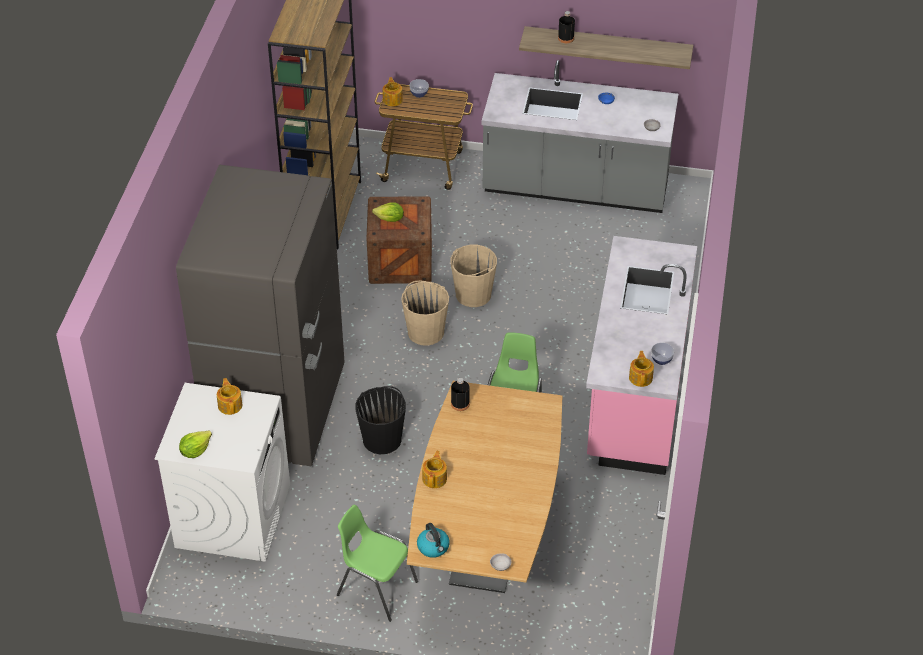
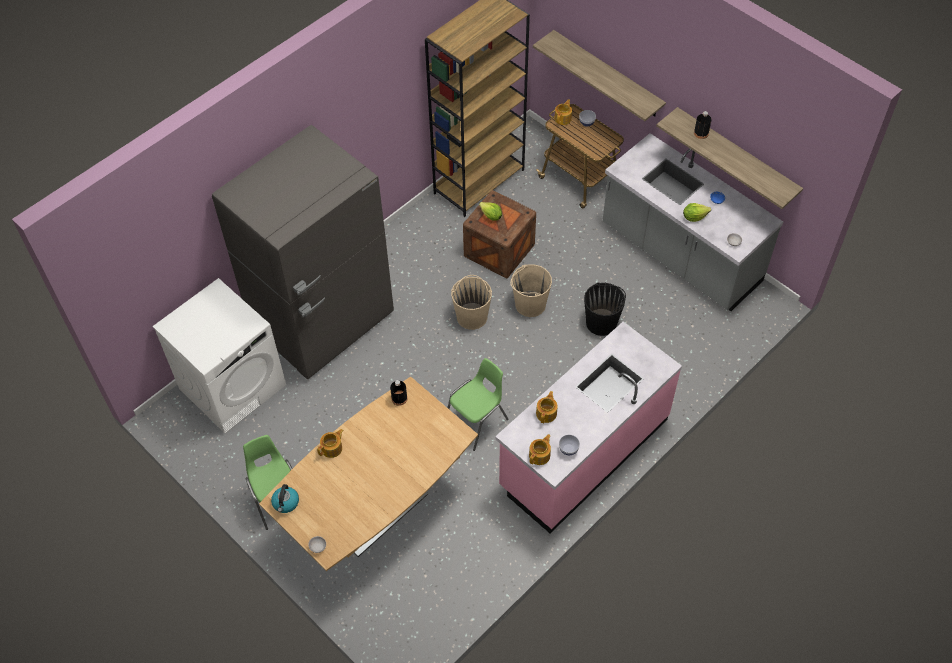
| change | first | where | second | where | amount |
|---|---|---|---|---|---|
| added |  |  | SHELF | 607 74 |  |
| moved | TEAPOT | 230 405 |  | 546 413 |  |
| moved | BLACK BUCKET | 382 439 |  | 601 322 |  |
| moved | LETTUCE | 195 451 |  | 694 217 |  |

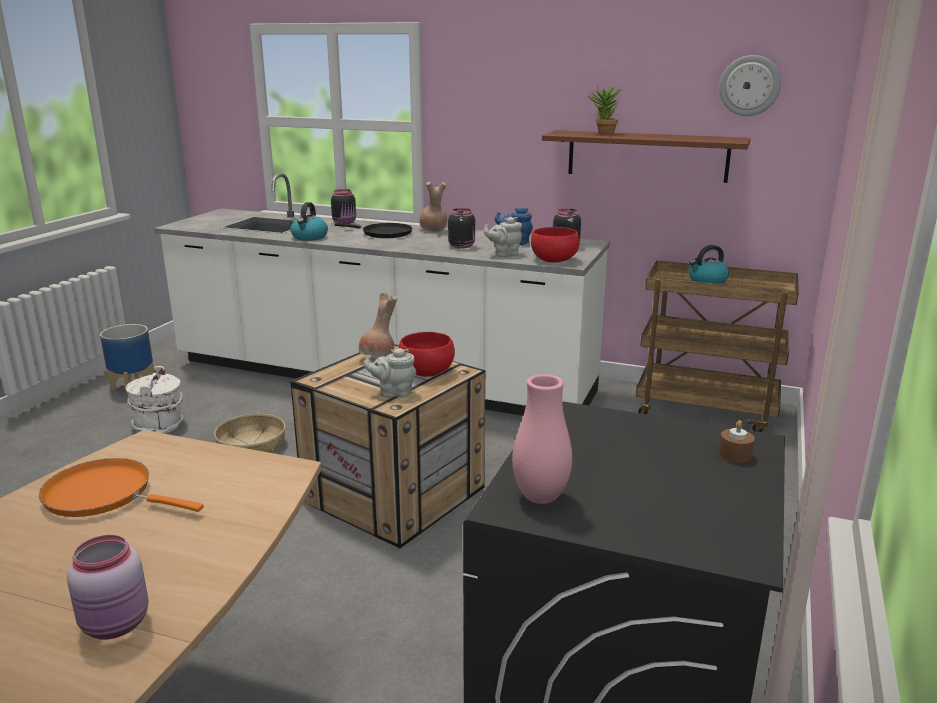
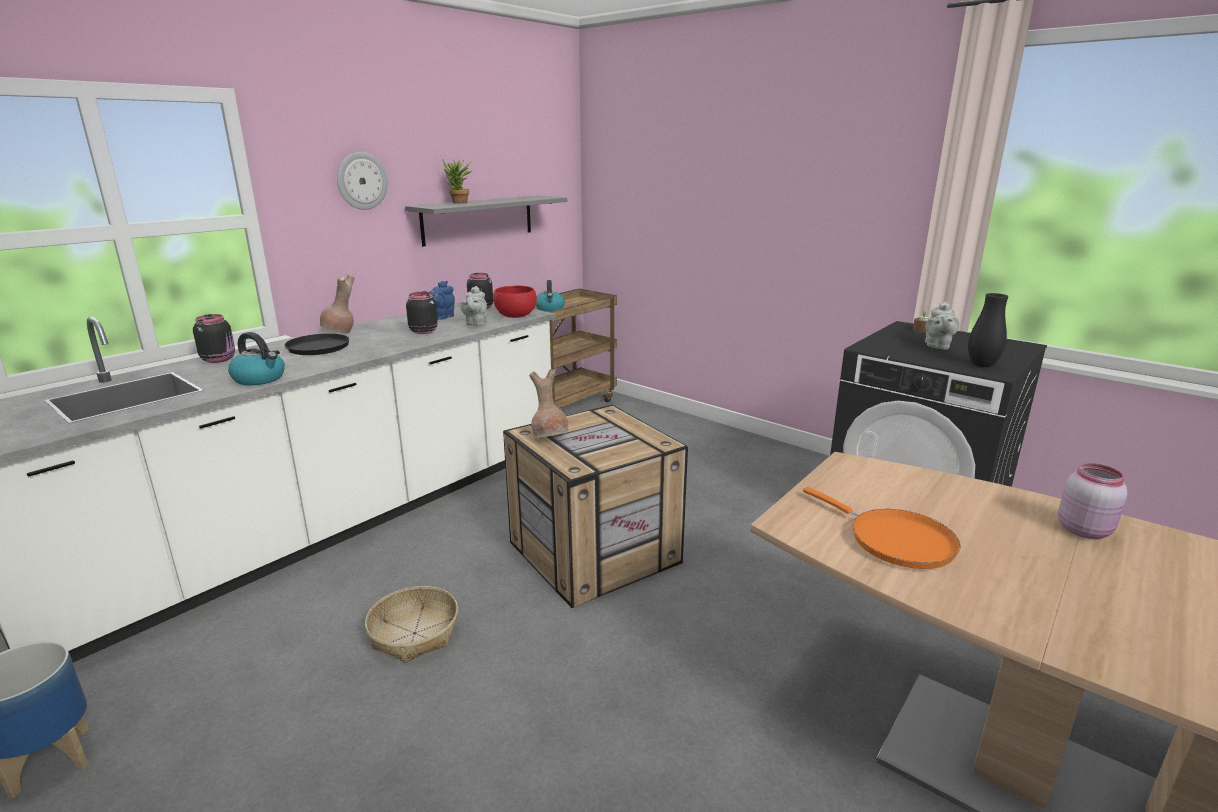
| change | first | where | second | where | amount |
|---|---|---|---|---|---|
| moved | WALL CLOCK | 749 85 |  | 361 181 |  |
| recoloured | BROWN SHELF | 647 156 | GREY SHELF | 478 219 |  |
| turned | ORANGE FRYING PAN | 105 495 |  | 894 540 | 75 degrees counterclockwise |
| moved | GREY TEAPOT | 393 393 |  | 937 346 |  |
| recoloured | PINK VASE | 540 497 | BLACK VASE | 982 365 |  |
| removed | WHITE BUCKET | 159 425 |  |  |  |
| removed | RED BOWL | 427 371 |  |  |  |

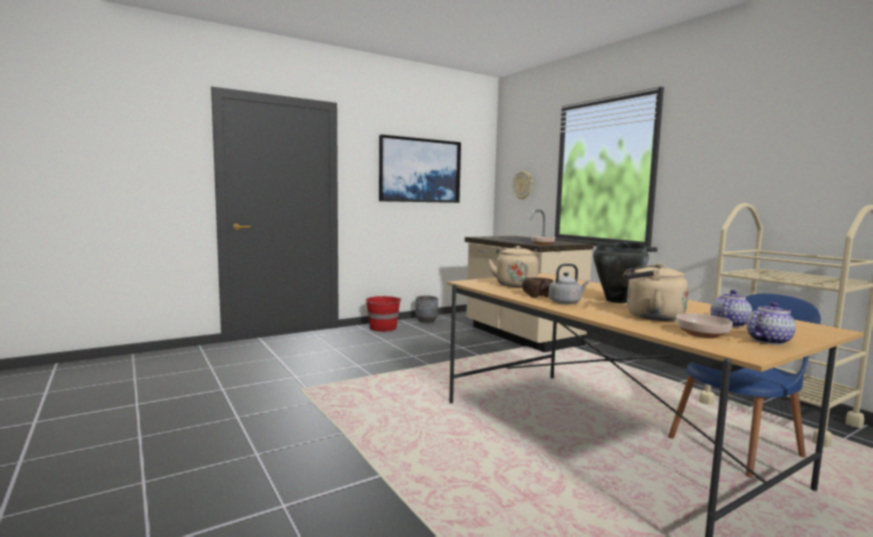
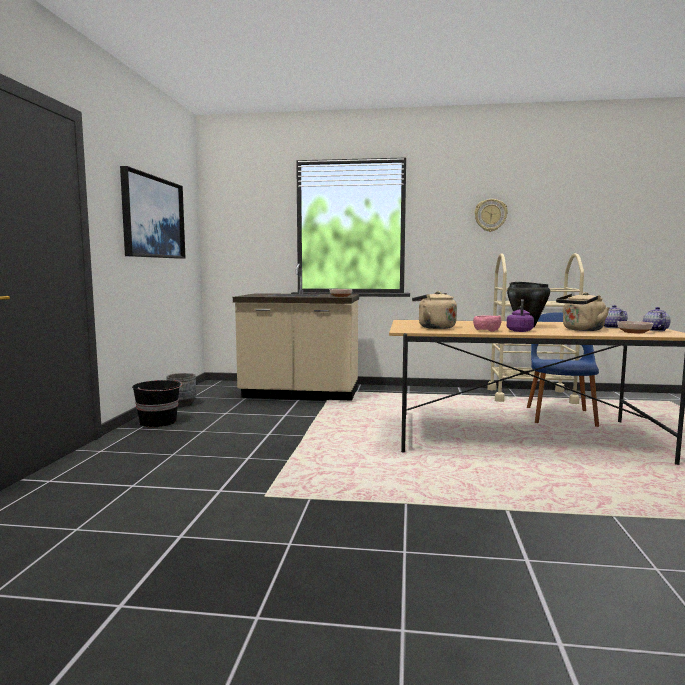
| change | first | where | second | where | amount |
|---|---|---|---|---|---|
| recoloured | RED BUCKET | 383 328 | BLACK BUCKET | 159 422 |  |
| recoloured | BROWN BOWL | 536 295 | PINK BOWL | 486 330 |  |
| moved | WALL CLOCK | 523 185 |  | 490 215 |  |
| recoloured | GREY KETTLE | 566 302 | PURPLE KETTLE | 519 331 |  |

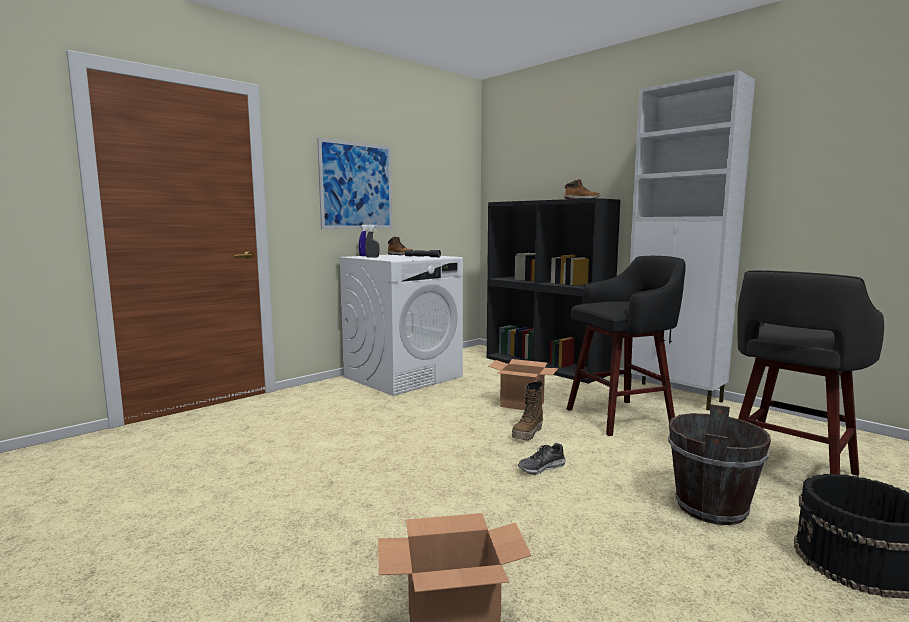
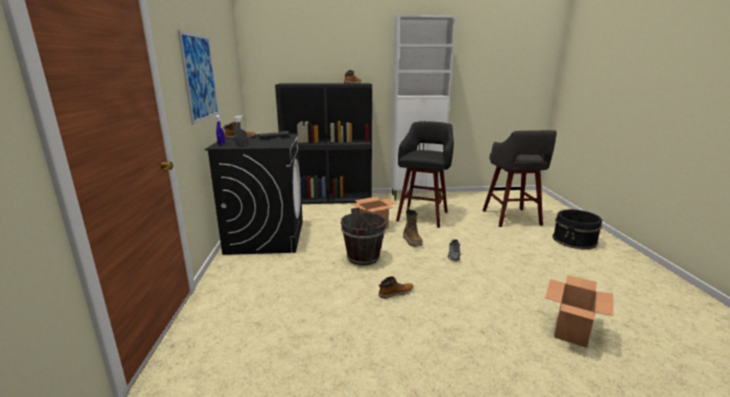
| change | first | where | second | where | amount |
|---|---|---|---|---|---|
| recoloured | WHITE WASHING MACHINE | 403 377 | BLACK WASHING MACHINE | 266 237 |  |
| moved | BROWN BUCKET | 711 508 |  | 363 257 |  |
| added |  |  | BOOT | 395 293 |  |

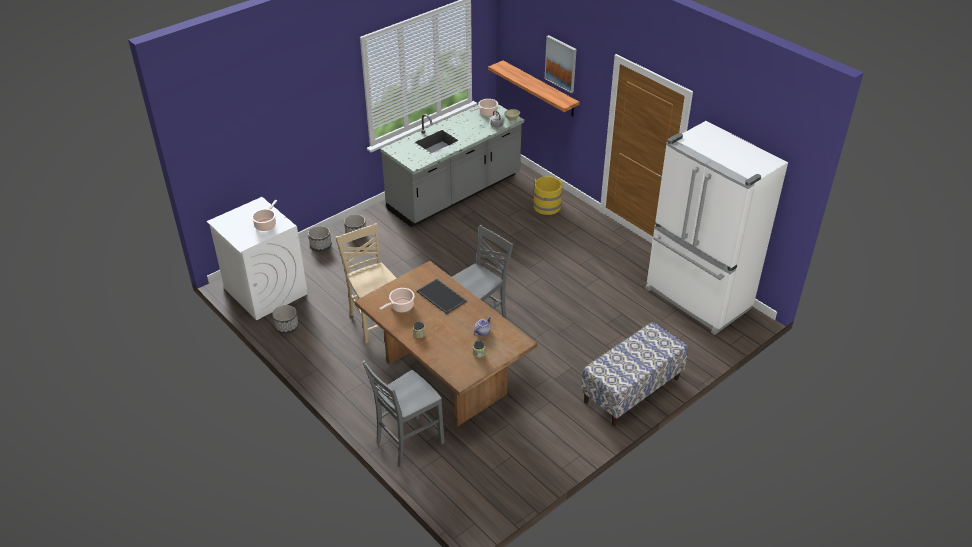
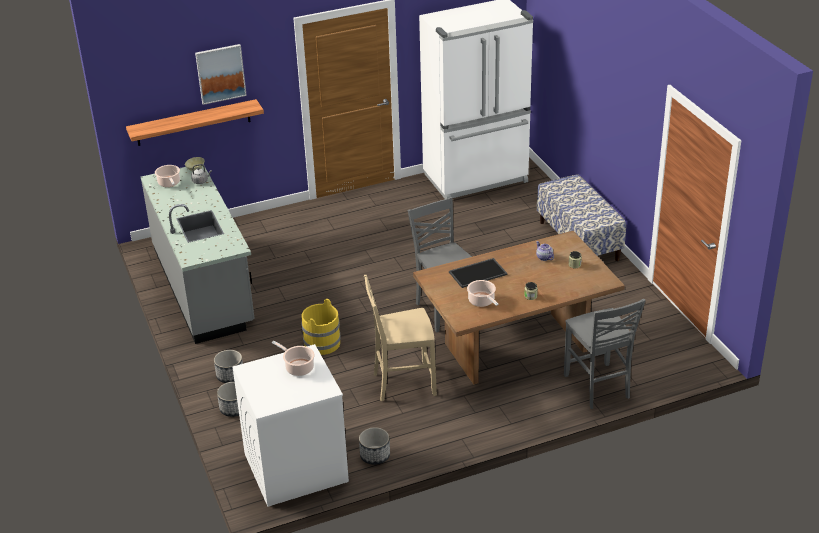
| change | first | where | second | where | amount |
|---|---|---|---|---|---|
| moved | YELLOW BUCKET | 547 206 |  | 322 343 |  |

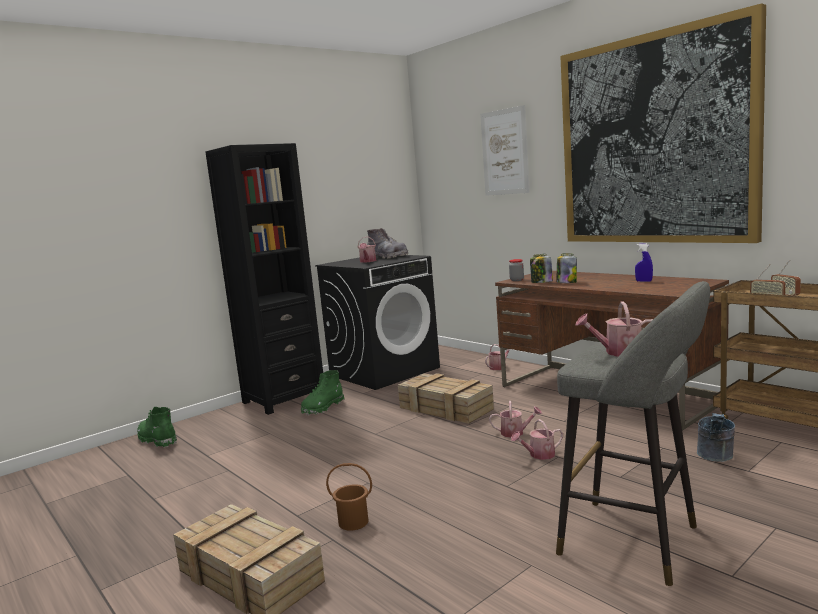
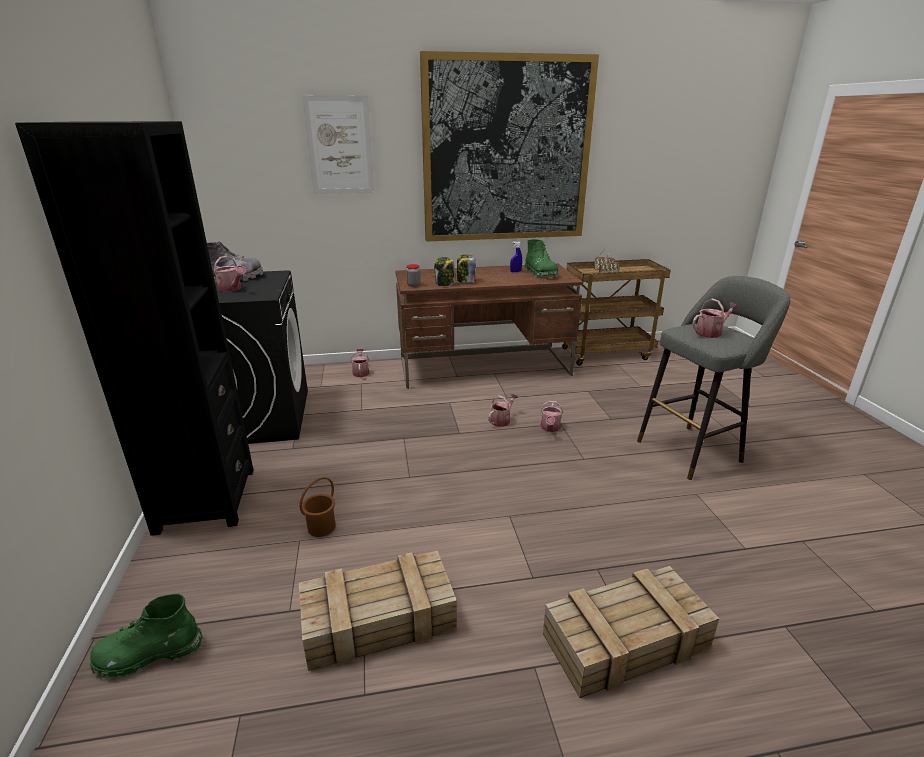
| change | first | where | second | where | amount |
|---|---|---|---|---|---|
| moved | CRATE | 444 408 |  | 376 621 |  |
| moved | BROWN BUCKET | 353 522 |  | 321 527 |  |
| moved | GREEN BOOT | 322 408 |  | 540 273 |  |
| turned | WATERING CAN | 618 352 |  | 711 332 | 150 degrees counterclockwise |
| removed | GREY BUCKET | 715 457 |  |  |  |

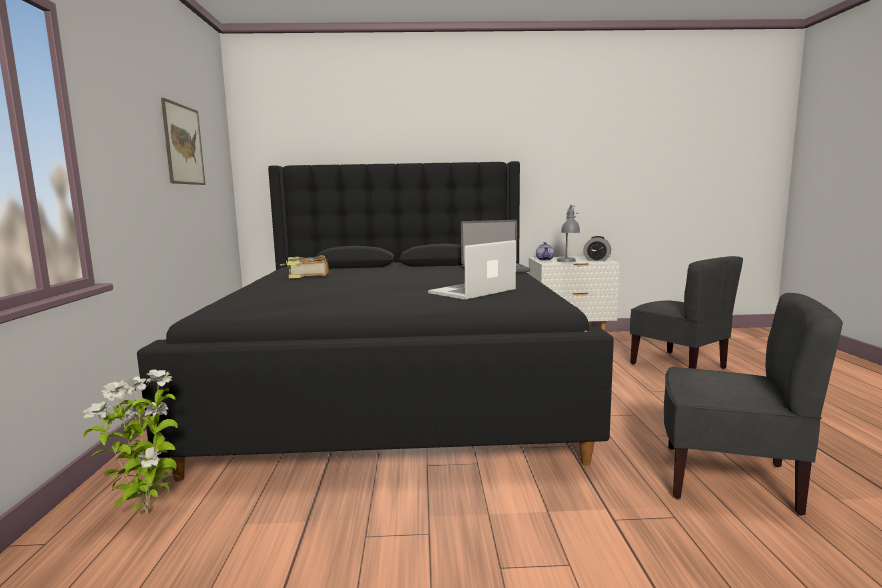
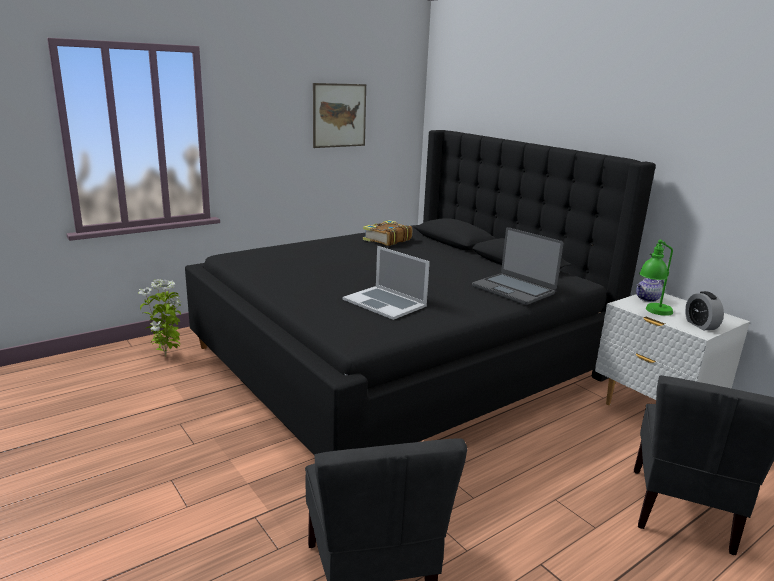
| change | first | where | second | where | amount |
|---|---|---|---|---|---|
| turned | LAPTOP | 473 291 |  | 385 302 | 150 degrees counterclockwise |
| recoloured | GREY TABLE LAMP | 568 262 | GREEN TABLE LAMP | 652 312 |  |

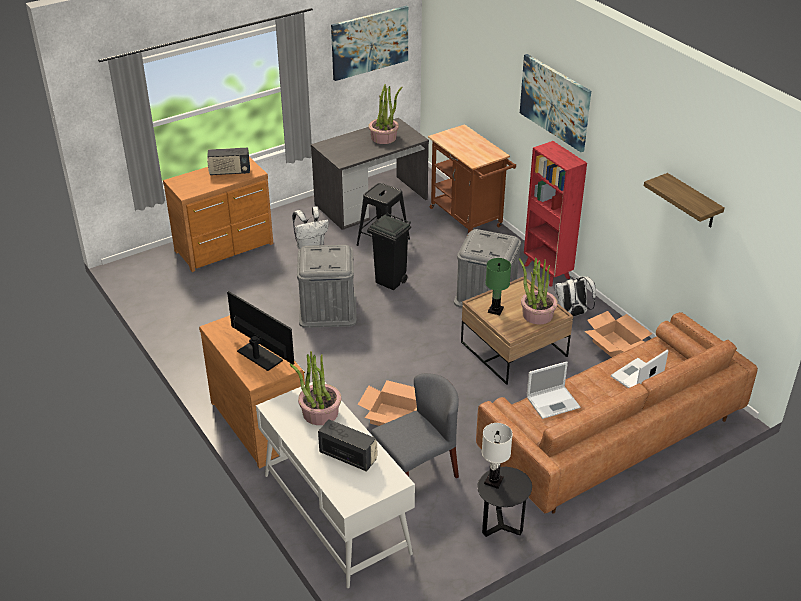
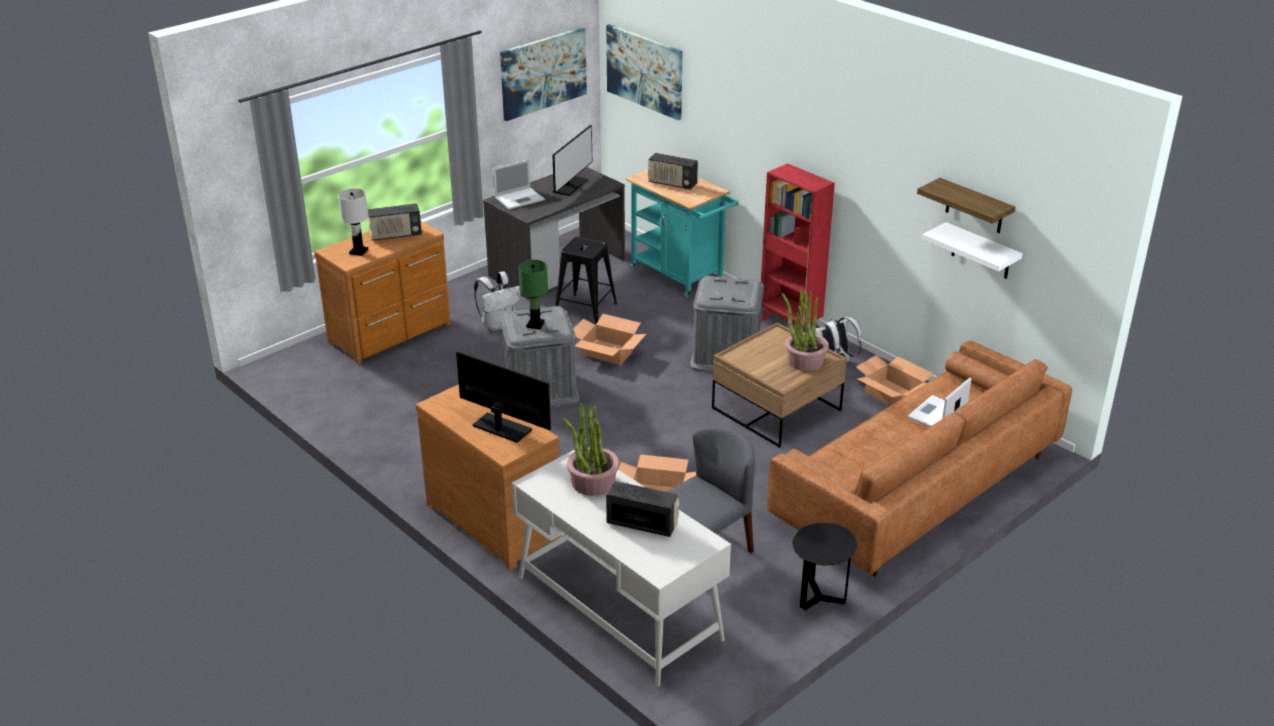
| change | first | where | second | where | amount |
|---|---|---|---|---|---|
| moved | WHITE TABLE LAMP | 494 481 |  | 359 251 |  |
| moved | LAPTOP | 553 402 |  | 520 198 |  |
| moved | GREEN TABLE LAMP | 495 310 |  | 535 324 |  |
| replaced | POTTED PLANT | 384 137 | MONITOR | 570 186 |  |
| replaced | BLACK TRASH CAN | 390 282 | CARDBOARD BOX | 608 352 |  |
| moved | PICTURE | 555 102 |  | 645 71 |  |
| recoloured | BROWN CART | 468 219 | TURQUOISE CART | 680 276 |  |
| added |  |  | RADIO | 672 184 |  |
| added |  |  | WHITE SHELF | 981 252 |  |

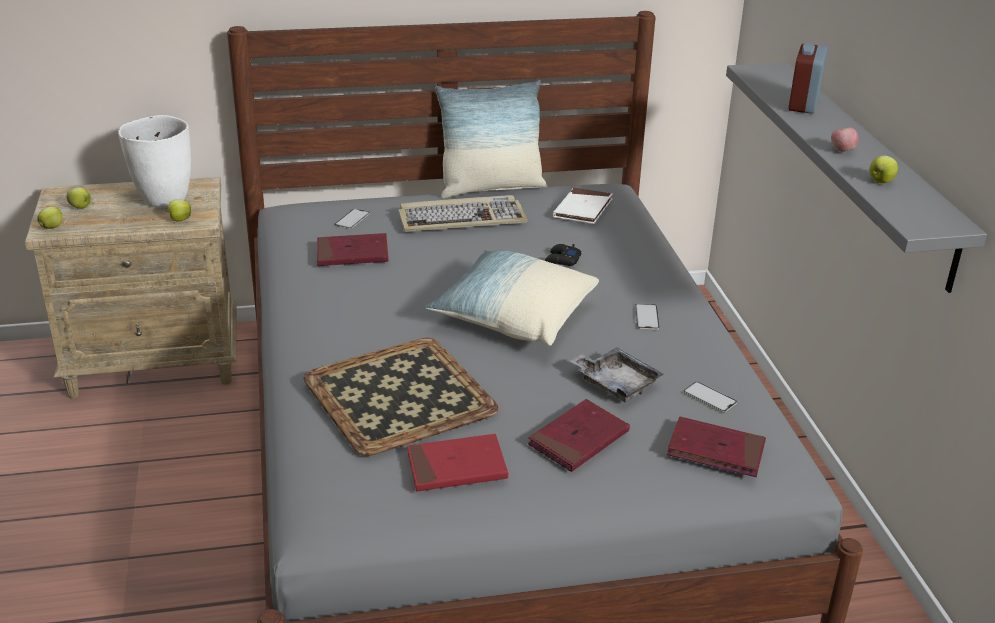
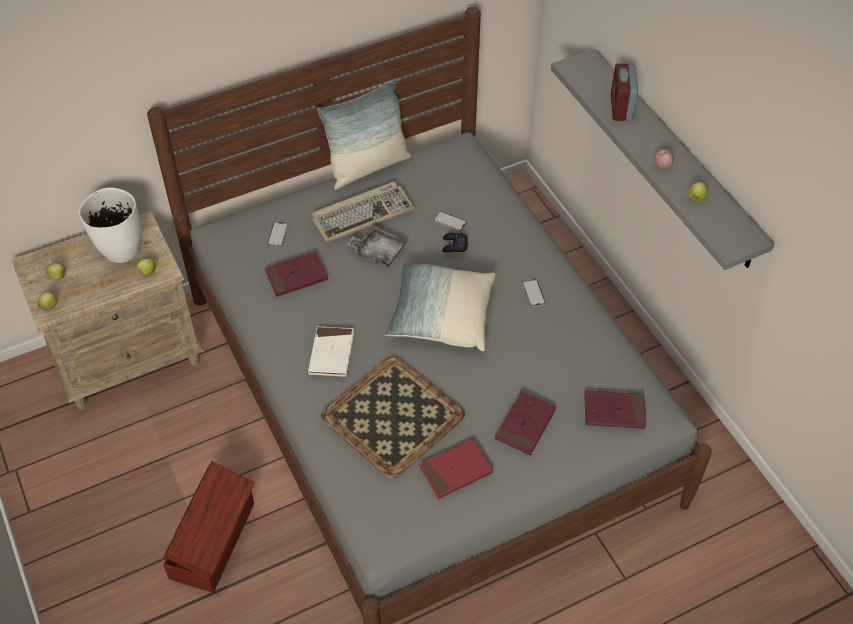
| change | first | where | second | where | amount |
|---|---|---|---|---|---|
| added |  |  | BROWN STORAGE BOX | 214 540 |  |
| moved | WHITE BOOK | 583 209 |  | 331 353 |  |
| moved | GREY TRAY | 616 383 |  | 378 251 |  |
| moved | PHONE | 709 397 |  | 450 221 |  |

